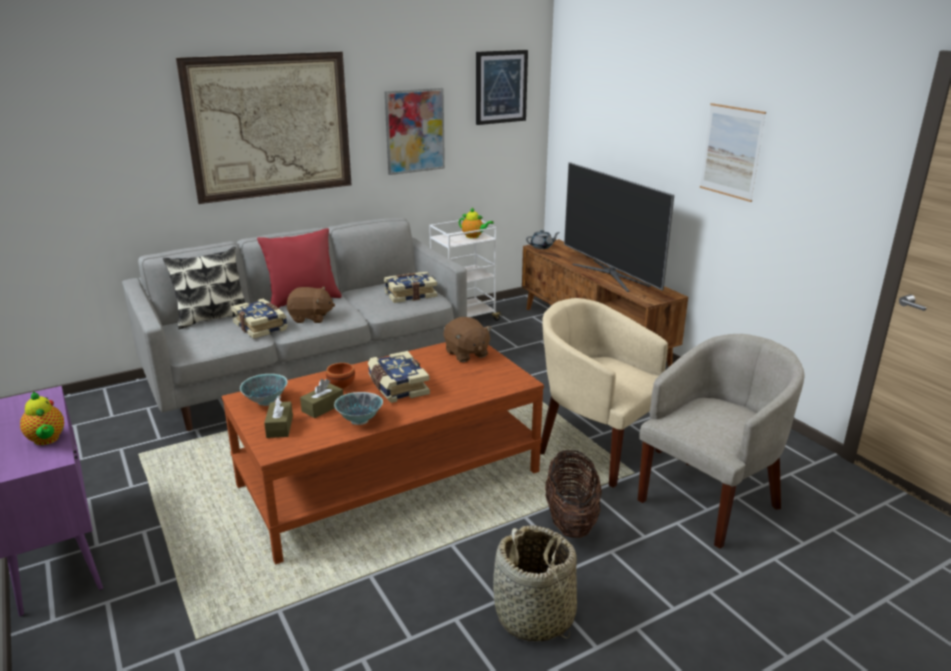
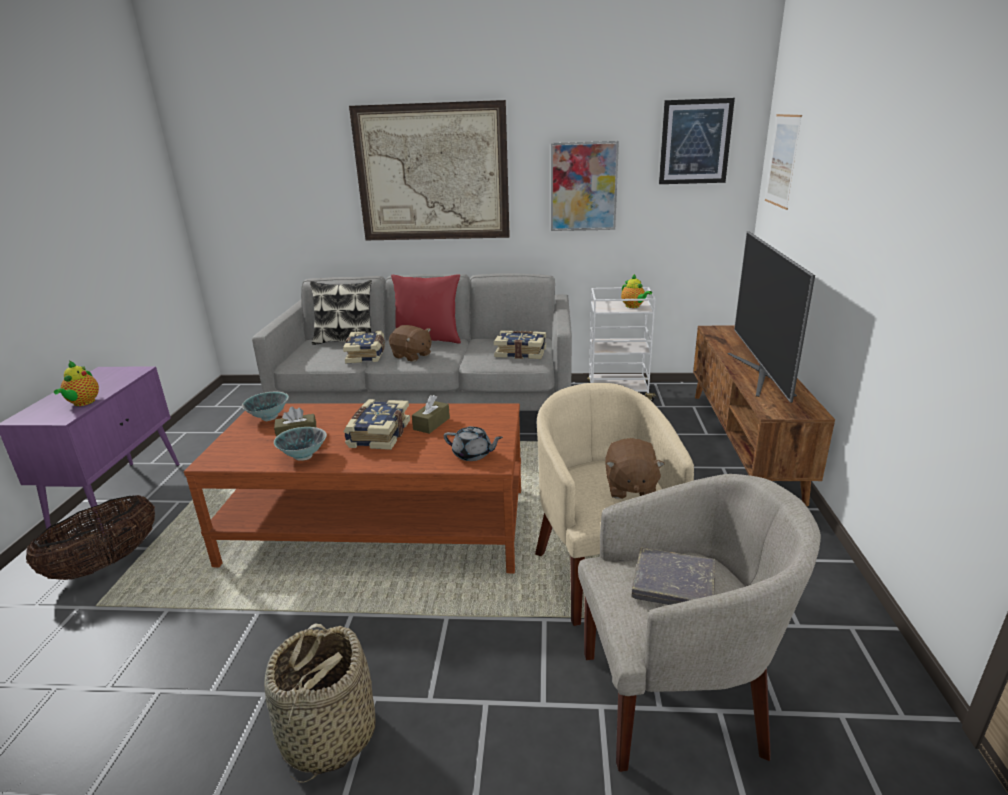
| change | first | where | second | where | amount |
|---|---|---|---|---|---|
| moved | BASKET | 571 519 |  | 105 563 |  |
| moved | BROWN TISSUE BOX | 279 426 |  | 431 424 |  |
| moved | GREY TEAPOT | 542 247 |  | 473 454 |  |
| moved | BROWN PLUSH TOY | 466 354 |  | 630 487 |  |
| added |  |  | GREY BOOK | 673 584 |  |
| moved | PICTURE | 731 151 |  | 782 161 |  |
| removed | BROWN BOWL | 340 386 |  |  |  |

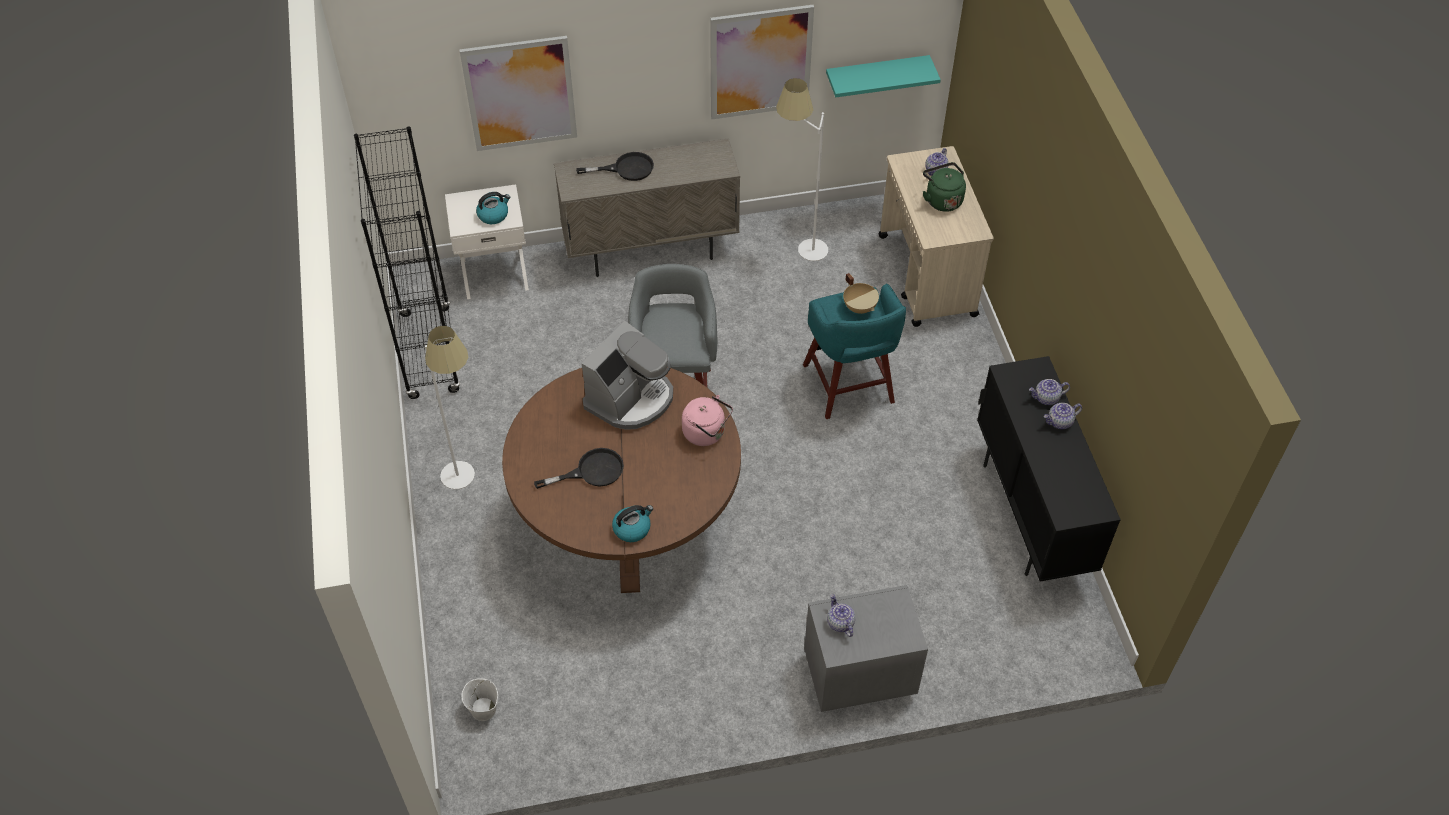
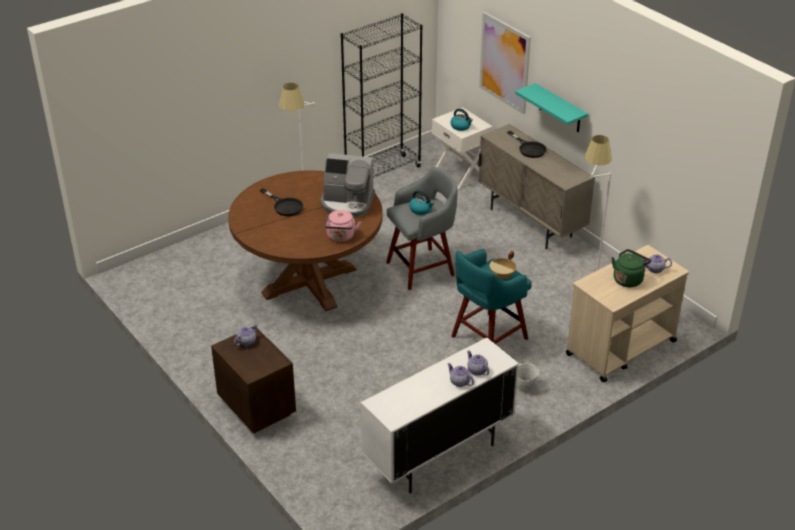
| change | first | where | second | where | amount |
|---|---|---|---|---|---|
| recoloured | GREY NIGHTSTAND | 857 674 | BROWN NIGHTSTAND | 257 406 |  |
| recoloured | BLACK CABINET | 1030 515 | WHITE CABINET | 438 456 |  |
| moved | KETTLE | 632 528 |  | 421 209 |  |
| moved | TURQUOISE SHELF | 876 76 |  | 560 109 |  |
| moved | WHITE BUCKET | 484 709 |  | 525 387 |  |
| removed | PICTURE | 760 62 |  |  |  |

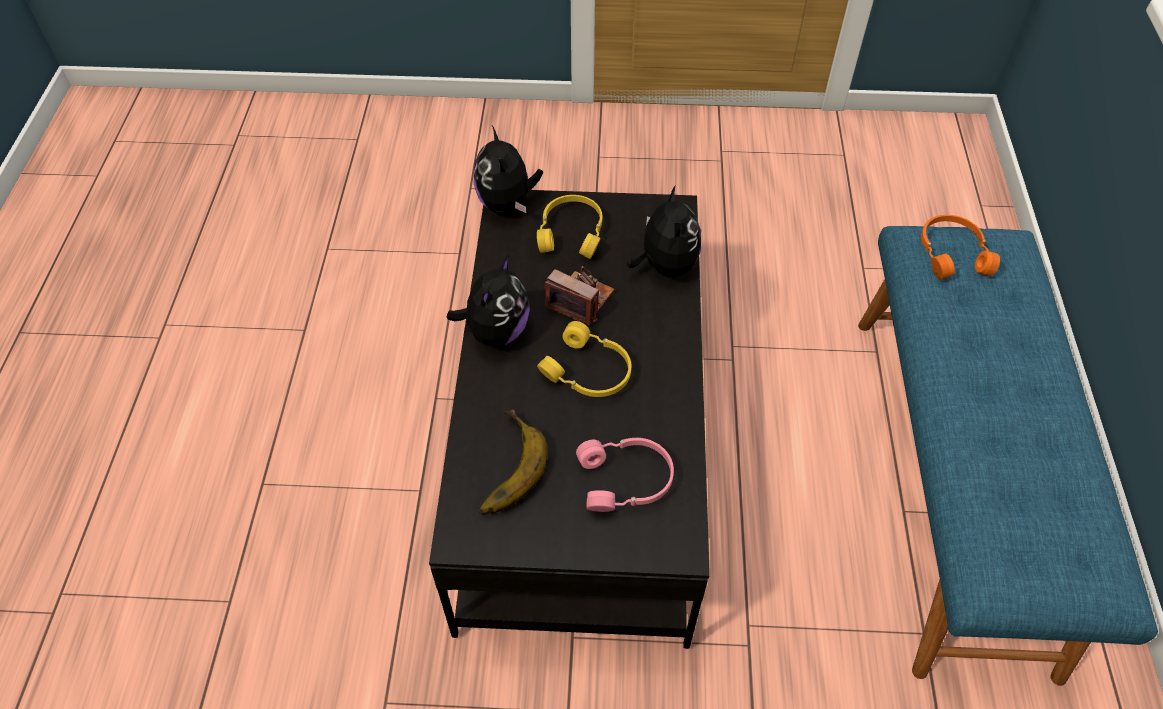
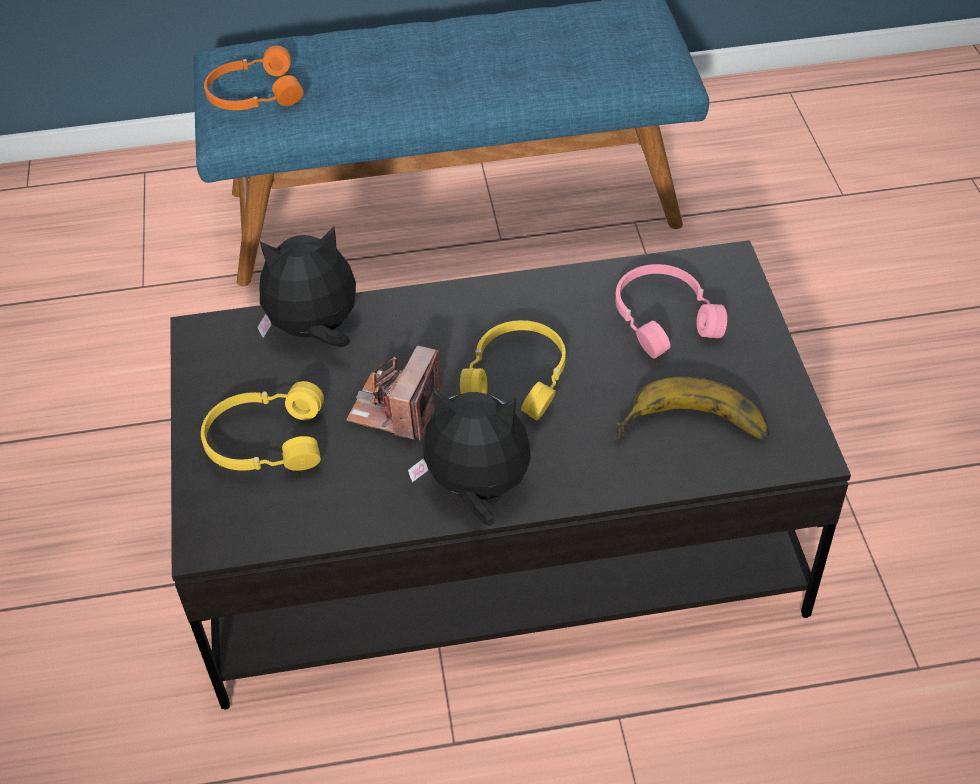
| change | first | where | second | where | amount |
|---|---|---|---|---|---|
| removed | PLUSH TOY | 507 204 |  |  |  |

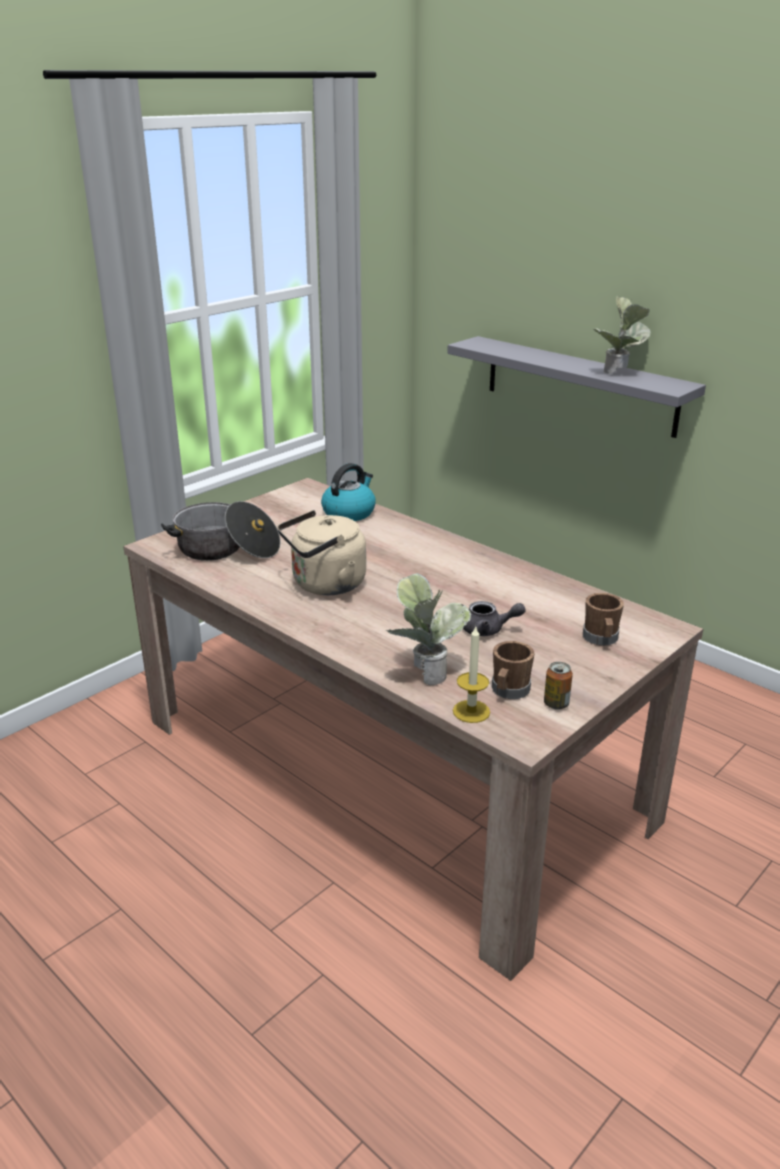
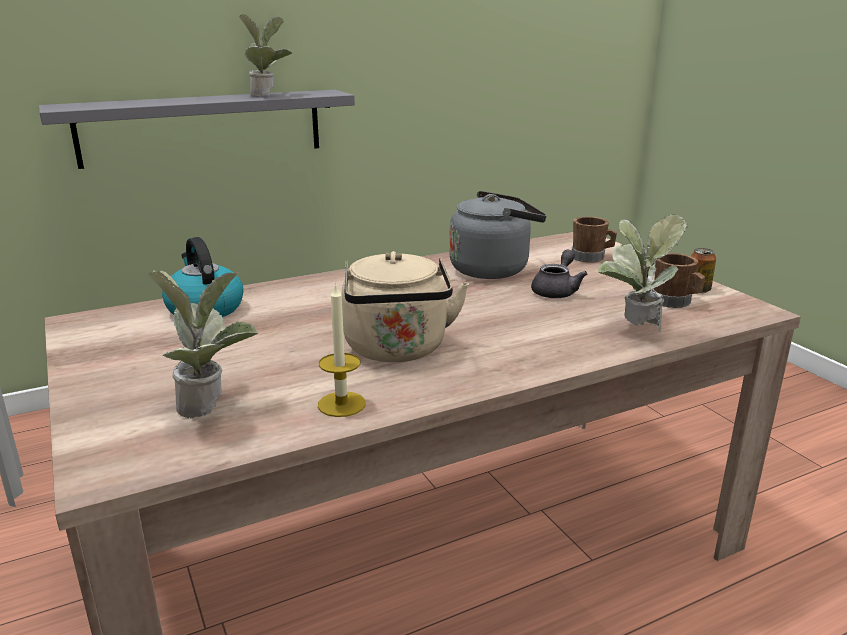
| change | first | where | second | where | amount |
|---|---|---|---|---|---|
| replaced | COOKING POT | 226 549 | POTTED PLANT | 212 405 |  |
| moved | CANDLE | 471 711 |  | 341 404 |  |
| added |  |  | GREY KETTLE | 493 269 |  |

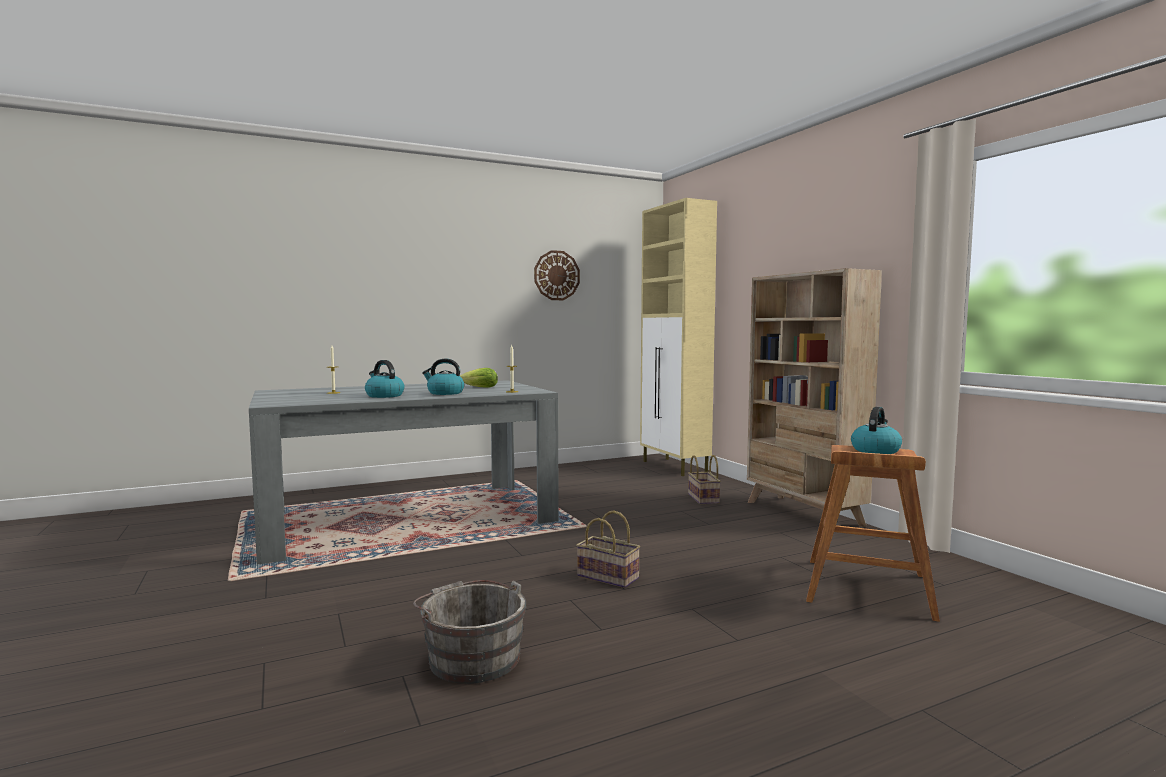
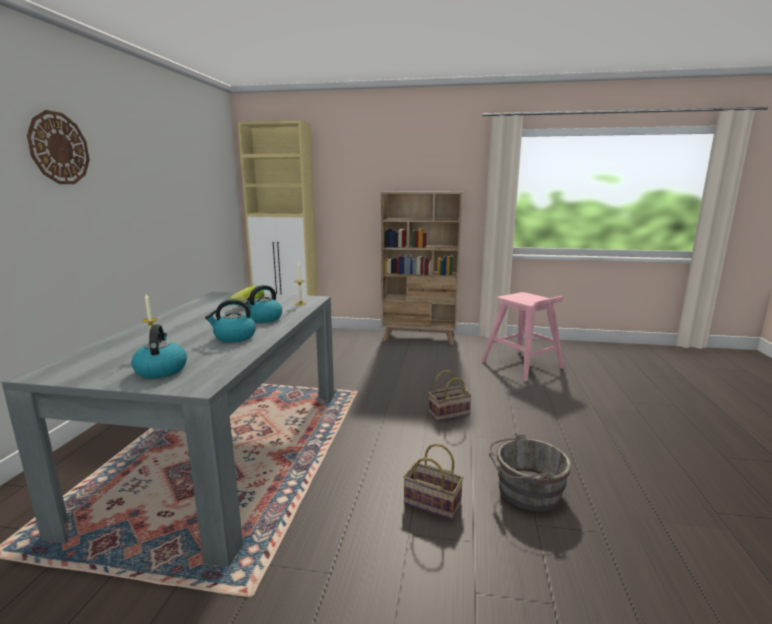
| change | first | where | second | where | amount |
|---|---|---|---|---|---|
| moved | WALL CLOCK | 556 275 |  | 59 148 |  |
| moved | KETTLE | 875 450 |  | 161 370 |  |
| moved | BASKET | 702 498 |  | 430 503 |  |
| recoloured | BROWN STOOL | 867 588 | PINK STOOL | 522 365 |  |

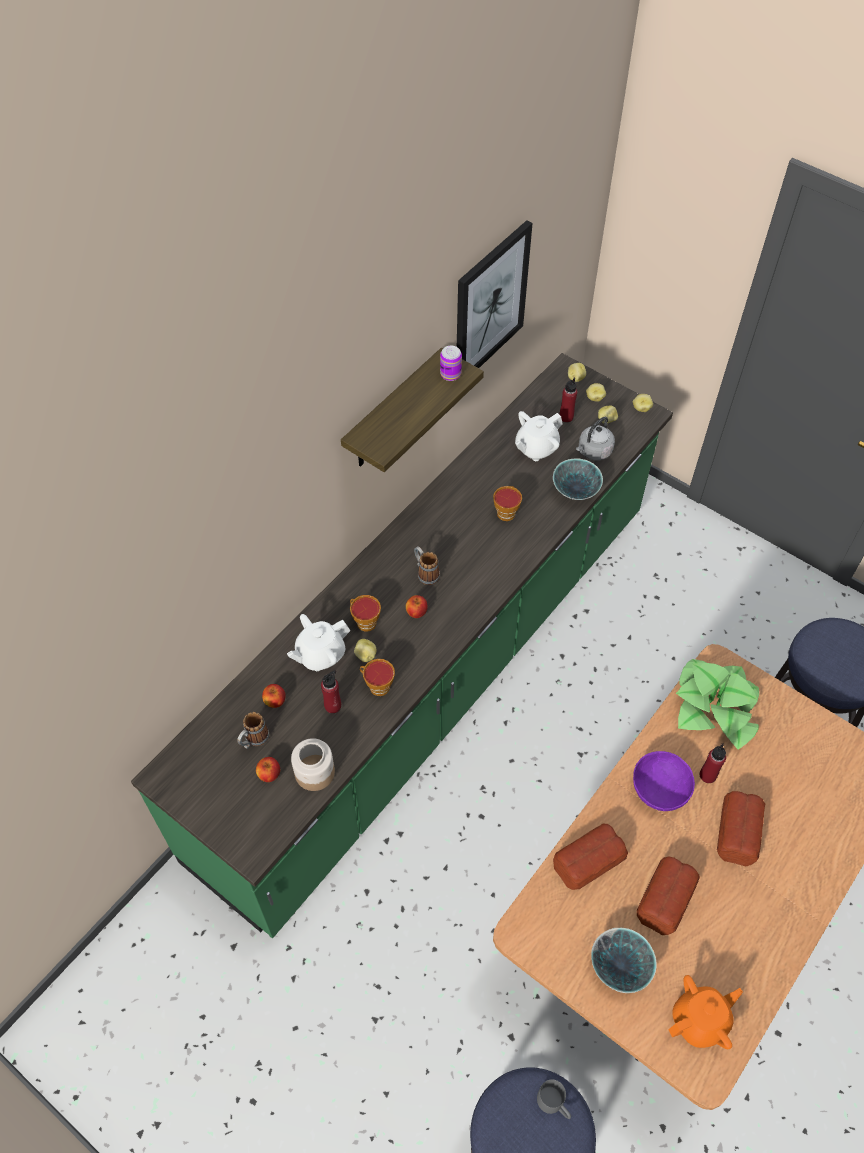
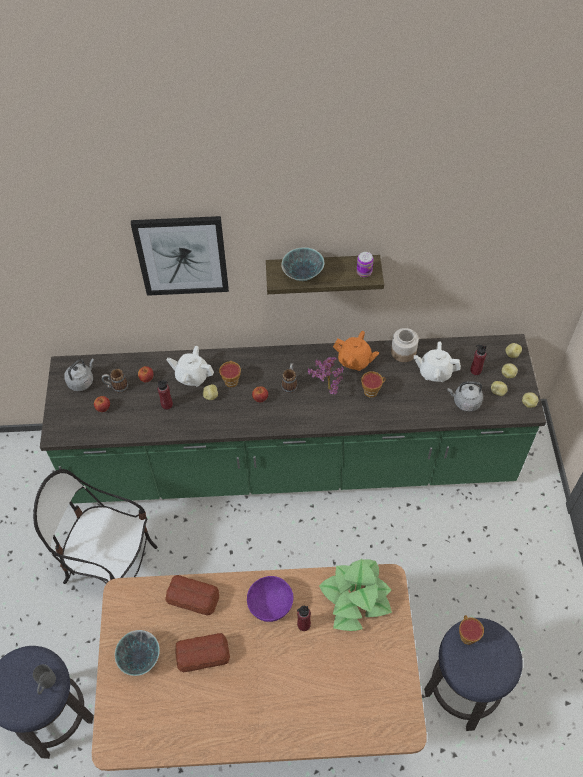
| change | first | where | second | where | amount |
|---|---|---|---|---|---|
| added |  |  | CHAIR | 111 567 |  |
| added |  |  | GREY KETTLE | 82 381 |  |
| moved | PICTURE | 490 303 |  | 182 255 |  |
| moved | BOWL | 575 491 |  | 303 275 |  |
| added |  |  | POTTED PLANT | 326 388 |  |
| moved | ORANGE TEAPOT | 700 1020 |  | 354 361 |  |
| moved | JAR | 314 773 |  | 403 352 |  |
| moved | CUP | 377 686 |  | 467 634 |  |
| removed | BREAD | 739 830 |  |  |  |

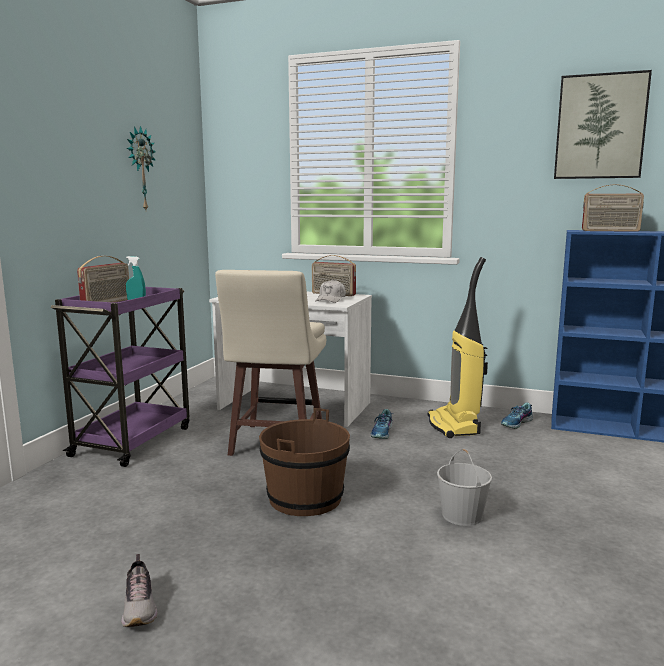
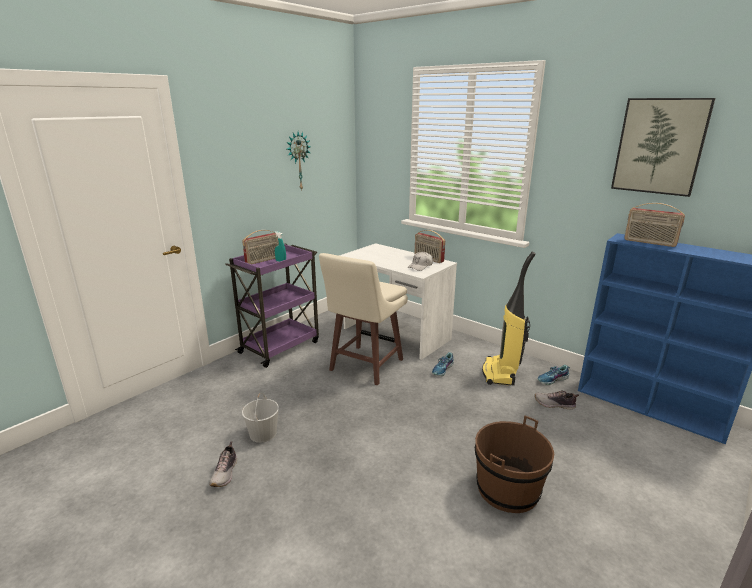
| change | first | where | second | where | amount |
|---|---|---|---|---|---|
| moved | WHITE BUCKET | 463 515 |  | 263 434 |  |
| moved | BROWN BUCKET | 305 498 |  | 508 489 |  |
| added |  |  | SHOE | 555 404 |  |

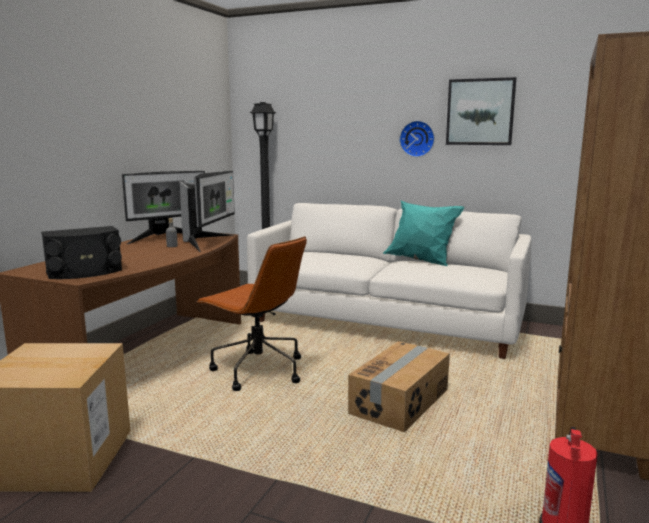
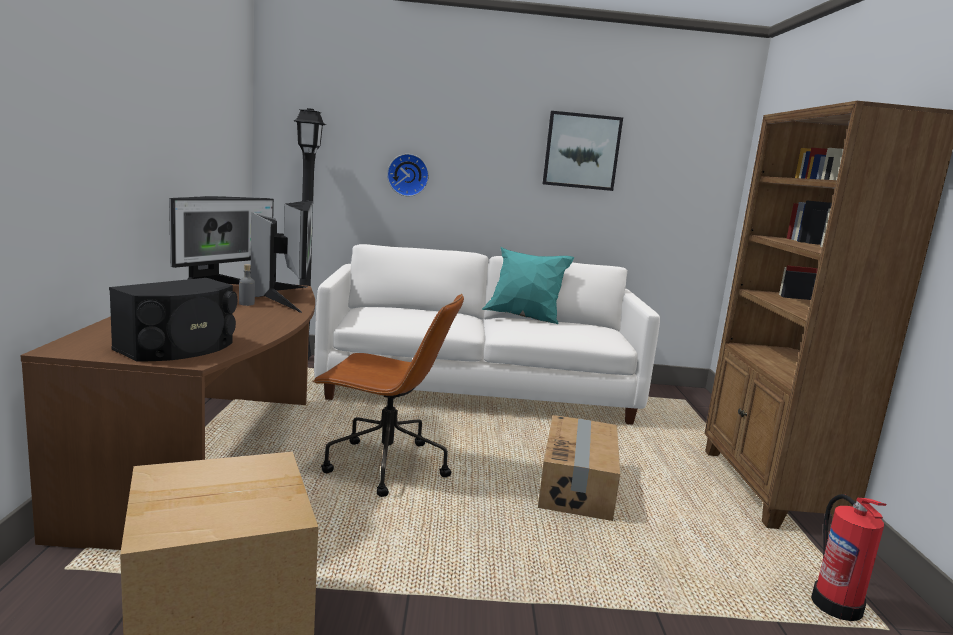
| change | first | where | second | where | amount |
|---|---|---|---|---|---|
| moved | WALL CLOCK | 417 138 |  | 408 175 |  |

